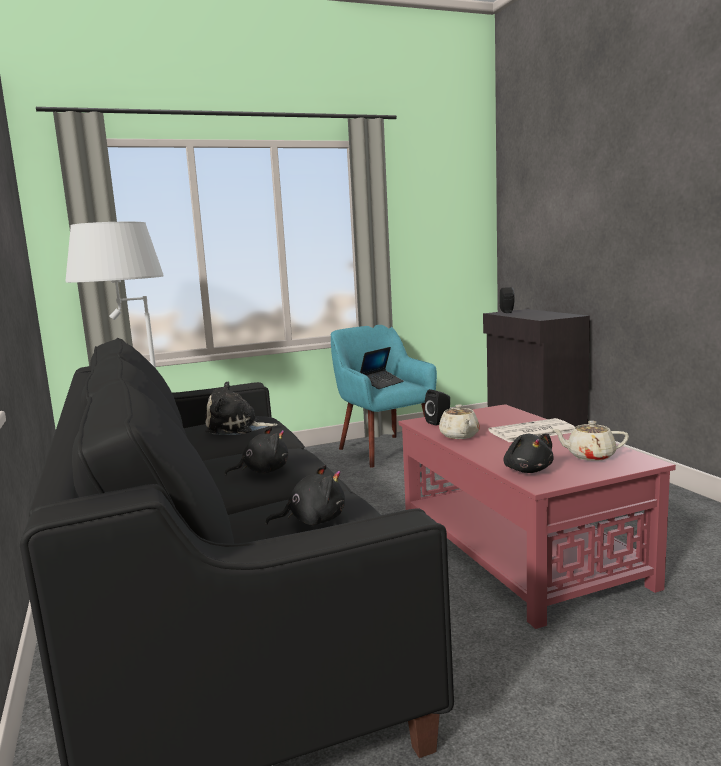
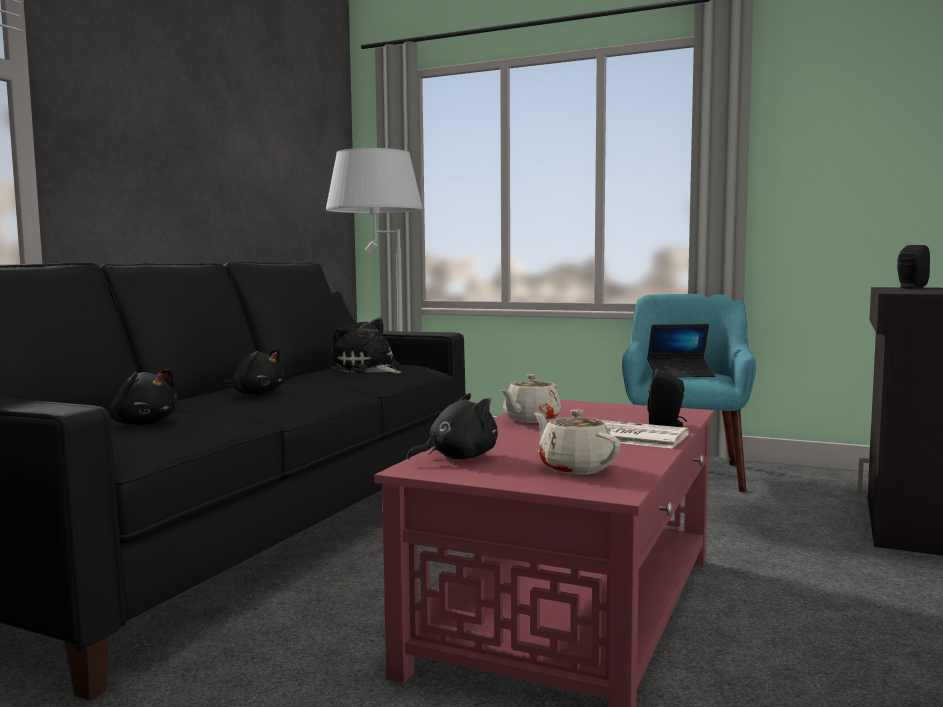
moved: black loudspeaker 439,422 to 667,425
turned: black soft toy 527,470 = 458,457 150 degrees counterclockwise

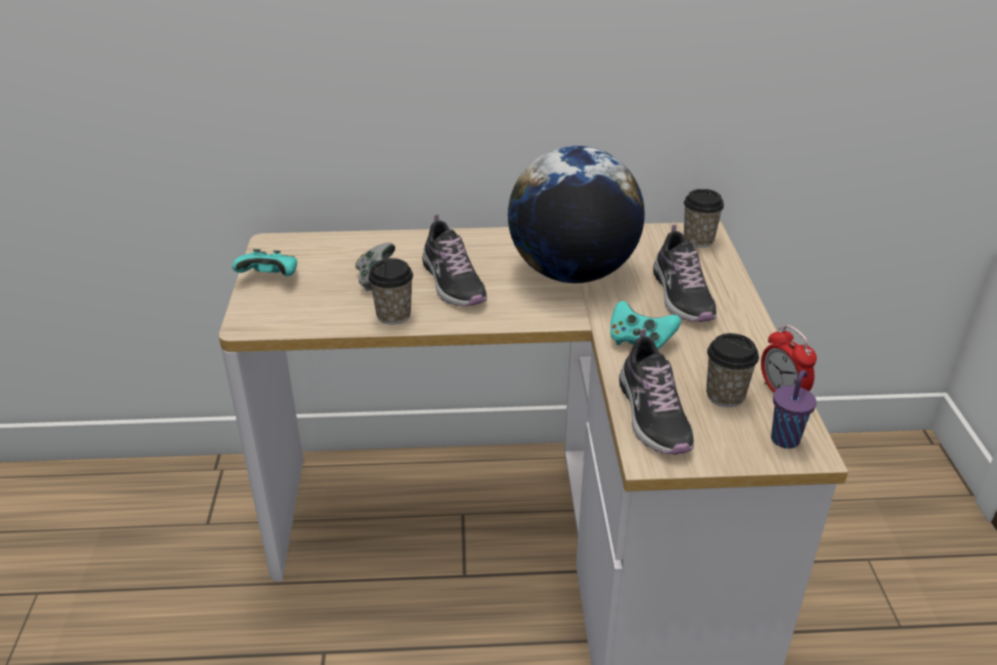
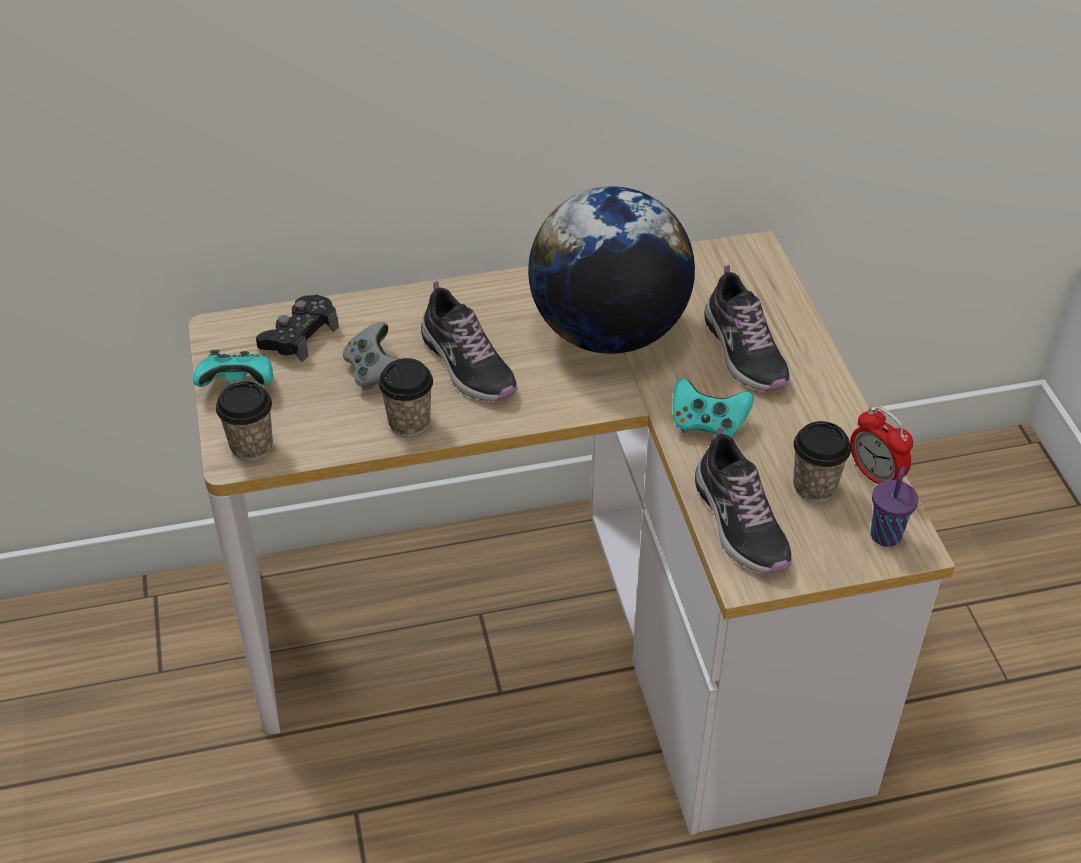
added: black game controller 299,335
moved: cup 698,240 to 251,446

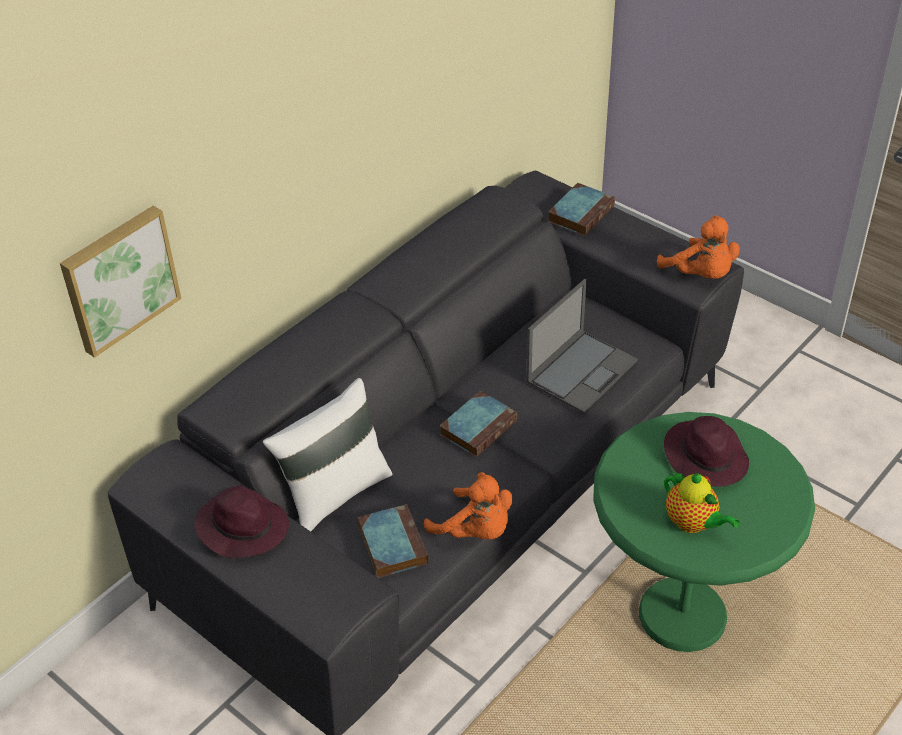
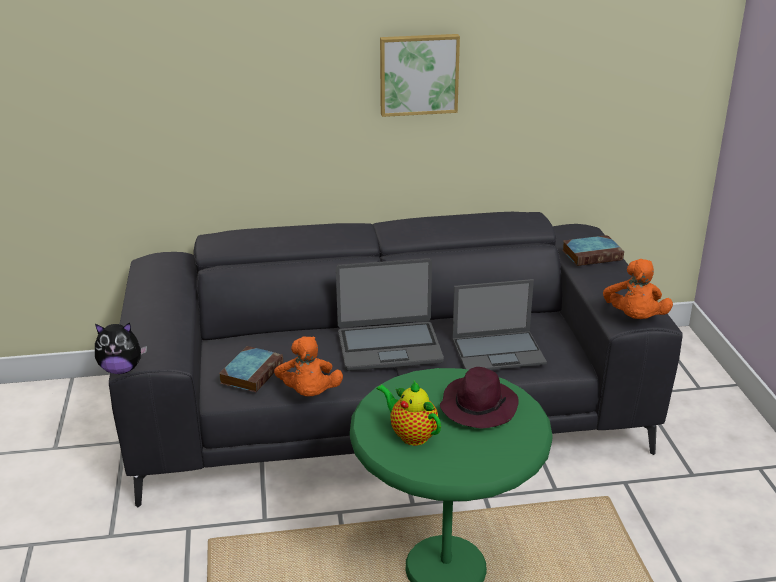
removed: white throw pillow 334,493; purplish clothing hat 241,527
added: soft toy 121,369
moved: wall picture 119,279 to 418,74
replaced: volume 479,427 to portable computer 389,346
turned: pot for tea 693,523 = 411,435 135 degrees clockwise

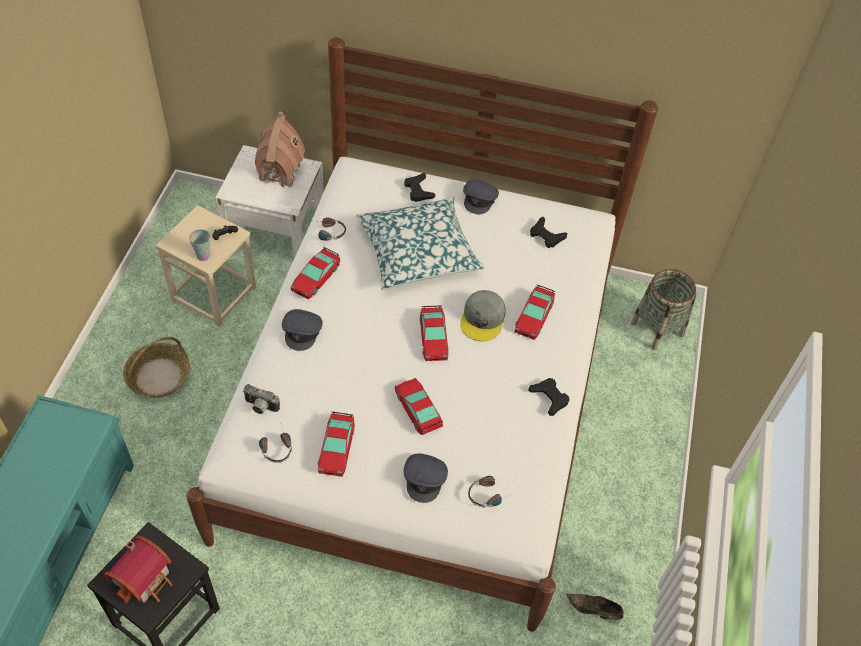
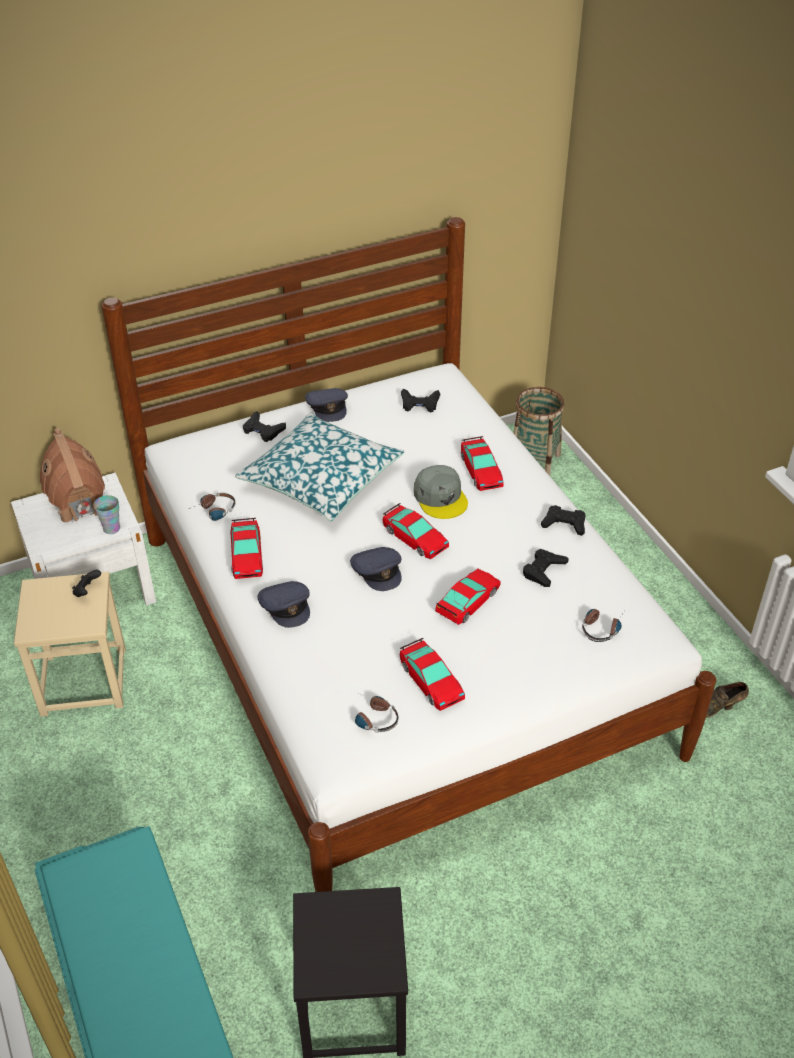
removed: storage basket 159,376; photo camera 260,407; toy house 145,578
added: black game controller 543,570
moved: cup 203,255 to 111,528; gray cap 425,479 to 378,571
turned: toy car 418,409 = 468,601 105 degrees clockwise

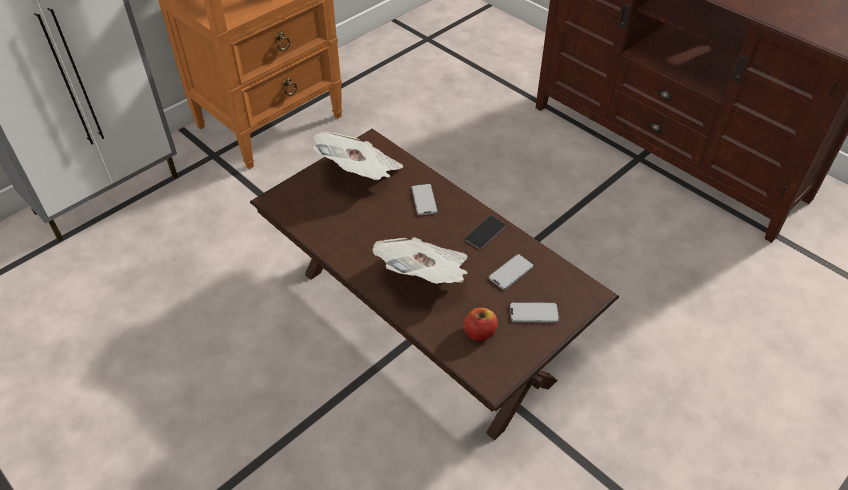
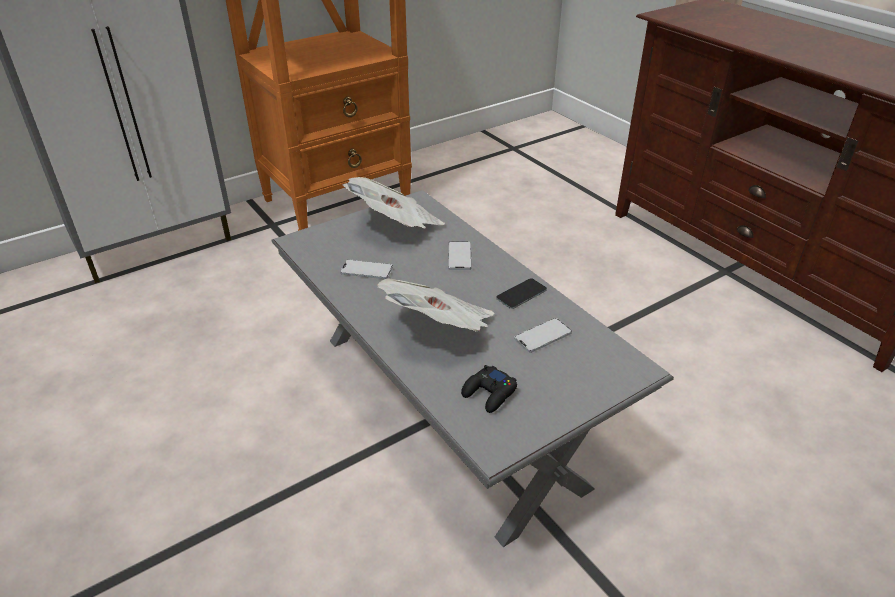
moved: phone 534,313 to 366,270
replaced: whole apple 479,332 to black game controller 489,393
recoloured: brown-coloured lounge table 424,324 to gray lounge table 448,407

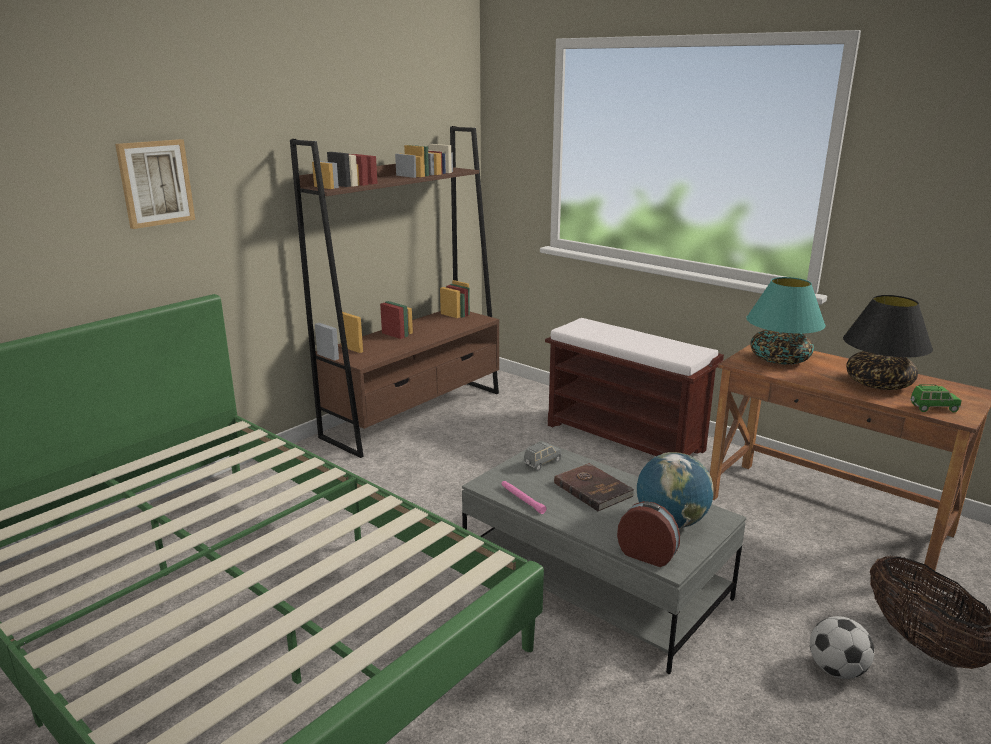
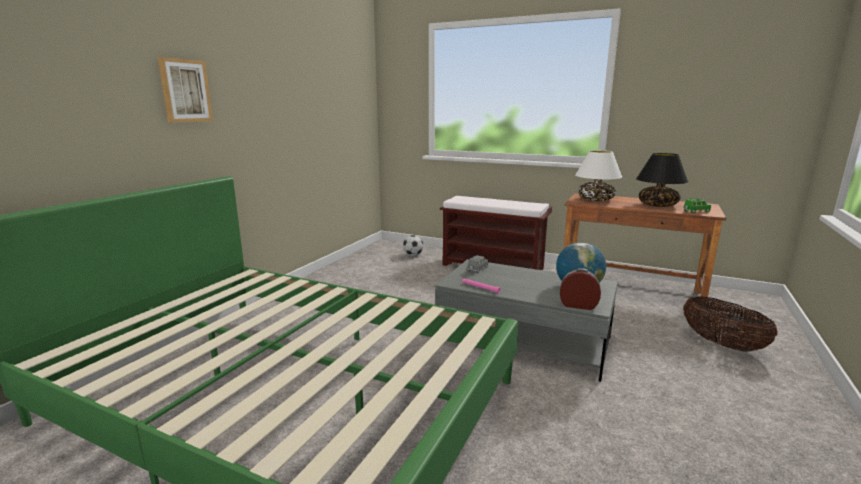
removed: brown-coloured bookshelf 415,414; brown-coloured volume 593,489
moved: ball for football 836,670 to 413,255
recoloured: turquoise-coloured table lamp 779,359 to white table lamp 595,199

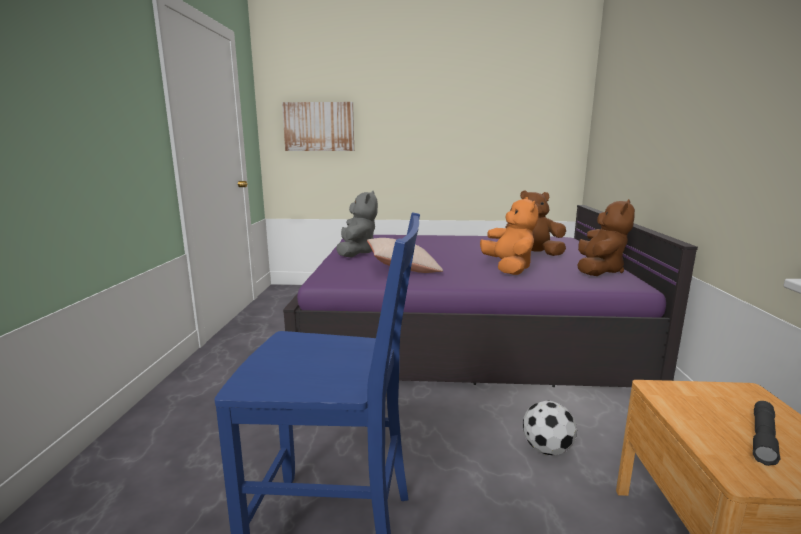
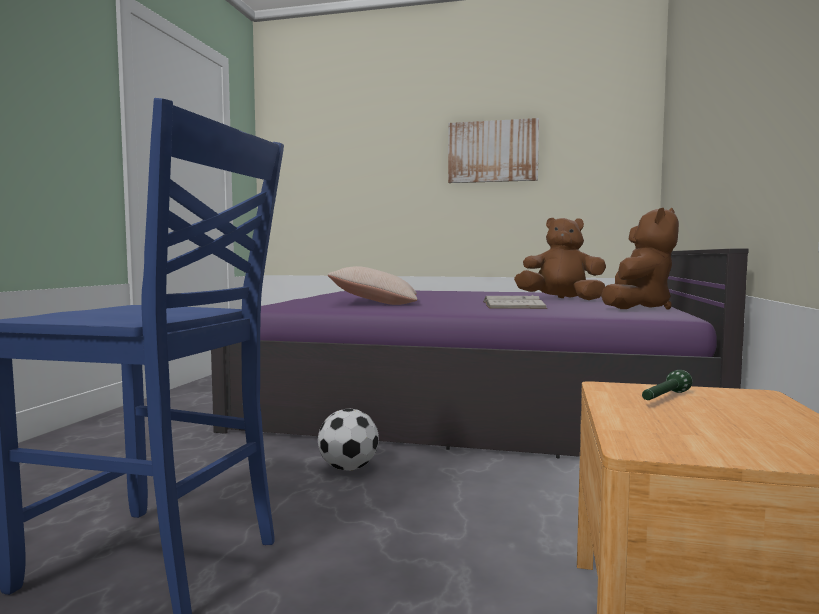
removed: gray soft toy 356,253; gray hand torch 763,438
added: green-coloured hand torch 664,398
moved: wall picture 319,127 to 493,151; ball for football 547,448 to 349,467
replaced: orangey soft toy 509,268 to white volume 513,305

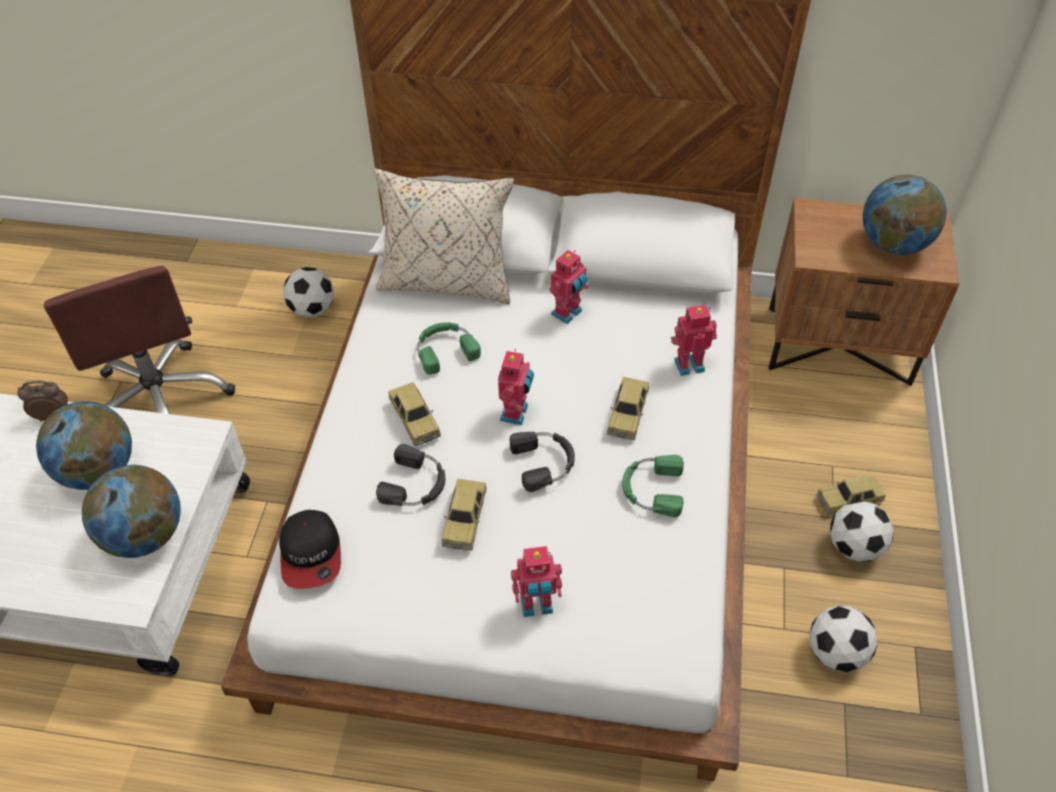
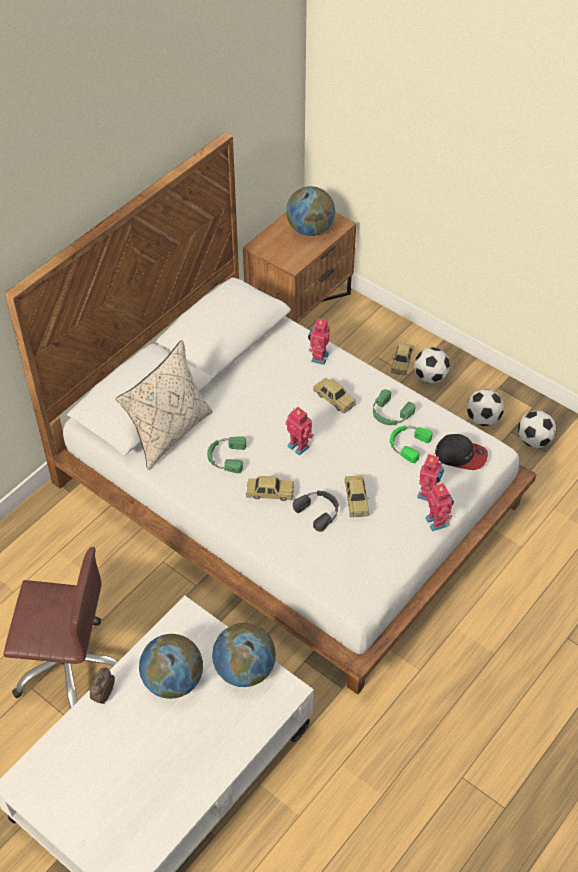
removed: black pair of headphones 544,462
added: green-coloured pair of headphones 407,444
moved: toy robot 568,313 to 437,521; ball for football 312,309 to 534,440; cap 311,554 to 461,455
turned: toy car 465,518 = 356,499 45 degrees clockwise

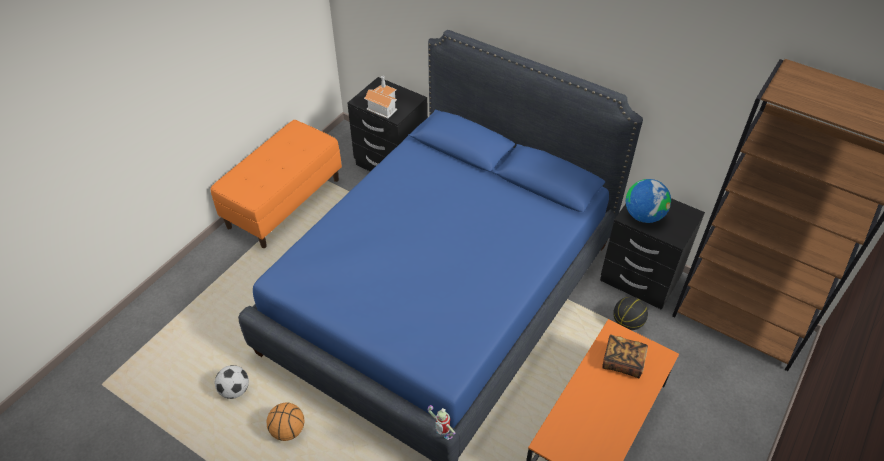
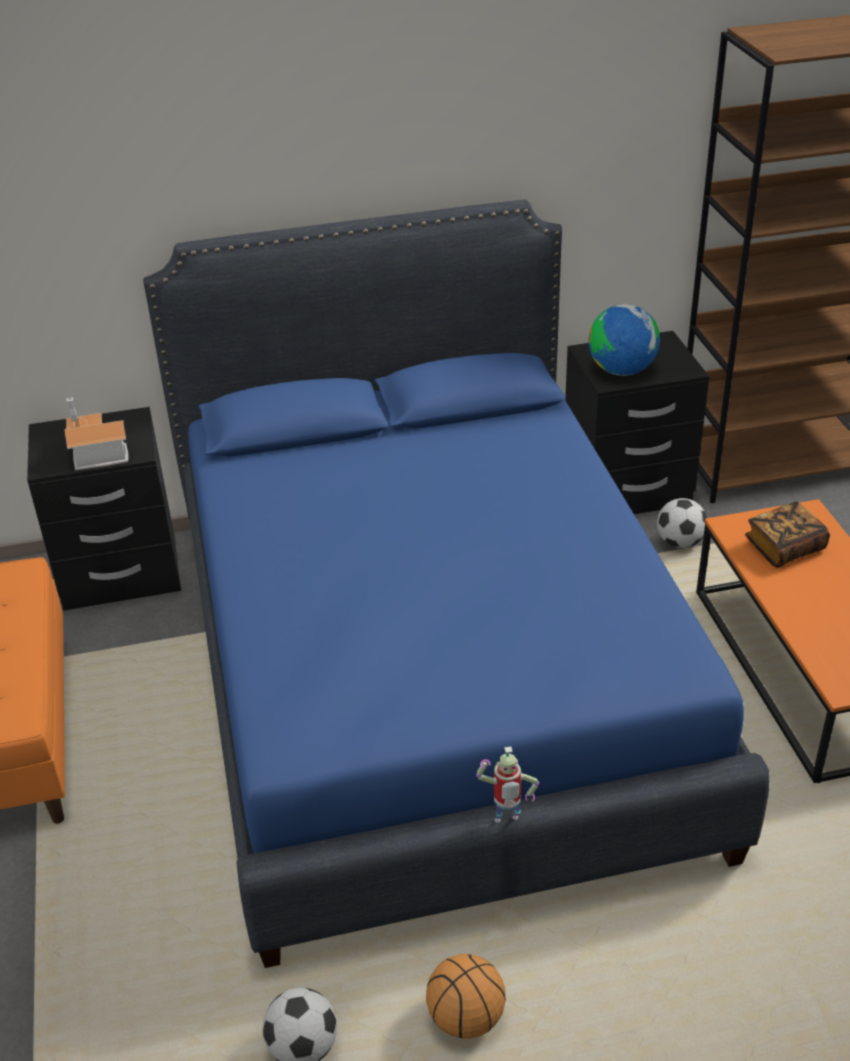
moved: toy robot 442,437 to 506,821
replaced: basketball 627,323 to ball for football 679,542

